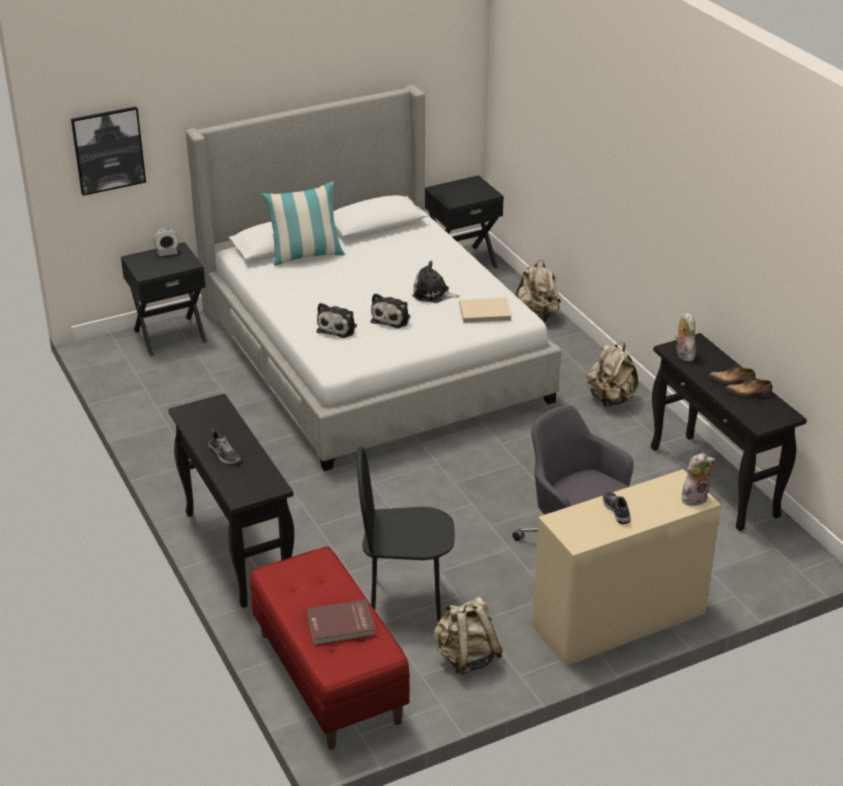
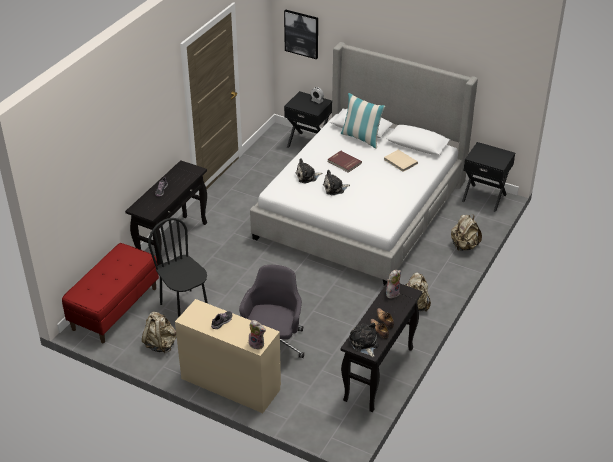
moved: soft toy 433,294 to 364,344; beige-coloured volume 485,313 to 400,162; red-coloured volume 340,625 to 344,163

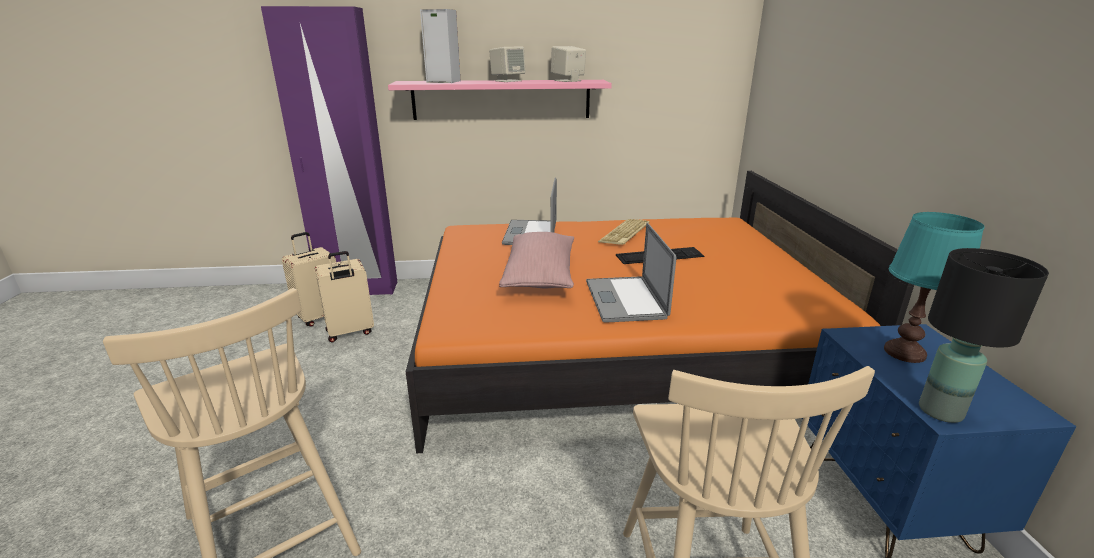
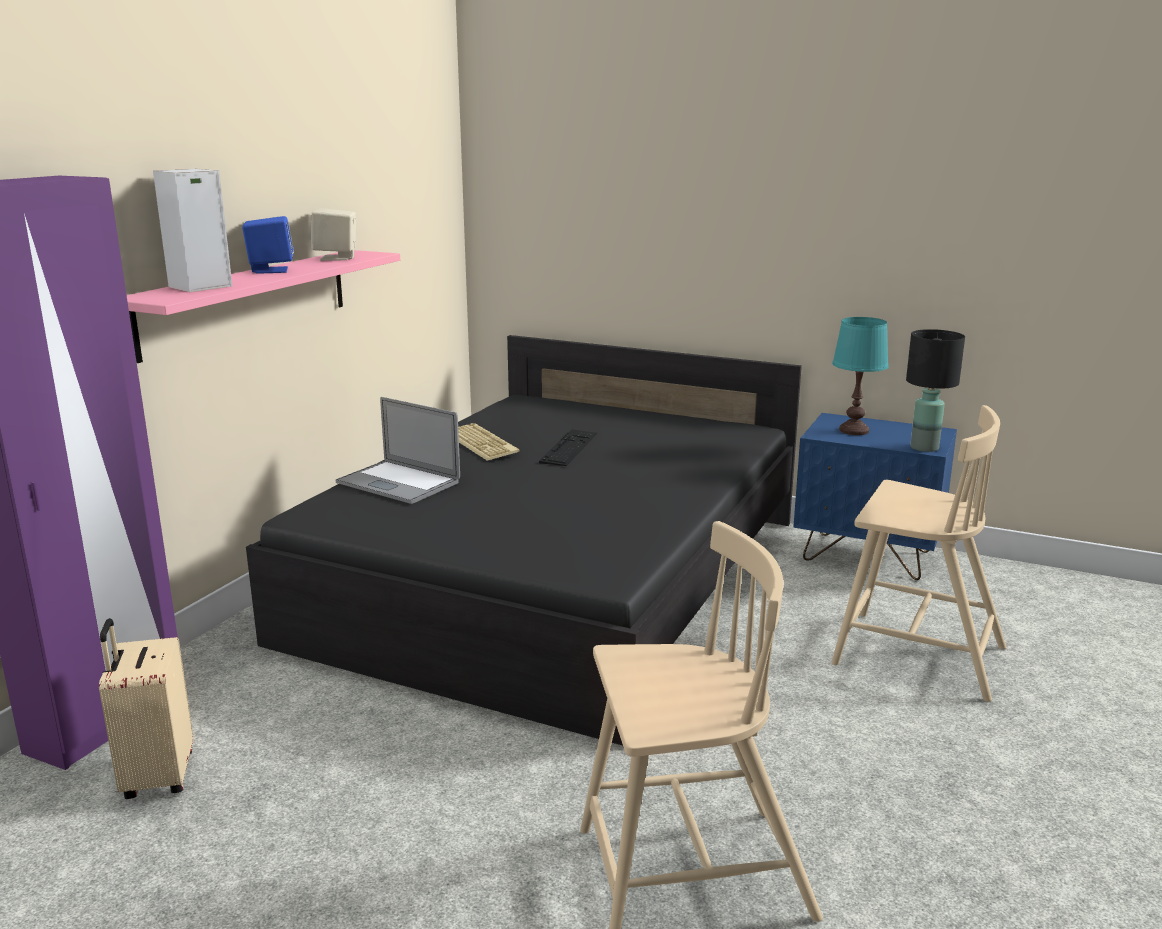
removed: portable computer 625,299; pink throw pillow 540,276; beige-coloured travel case 350,332
recoloured: beige-coloured loudspeaker 507,81 to blue loudspeaker 271,270; orangey bedroom bed 615,345 to black bedroom bed 556,577

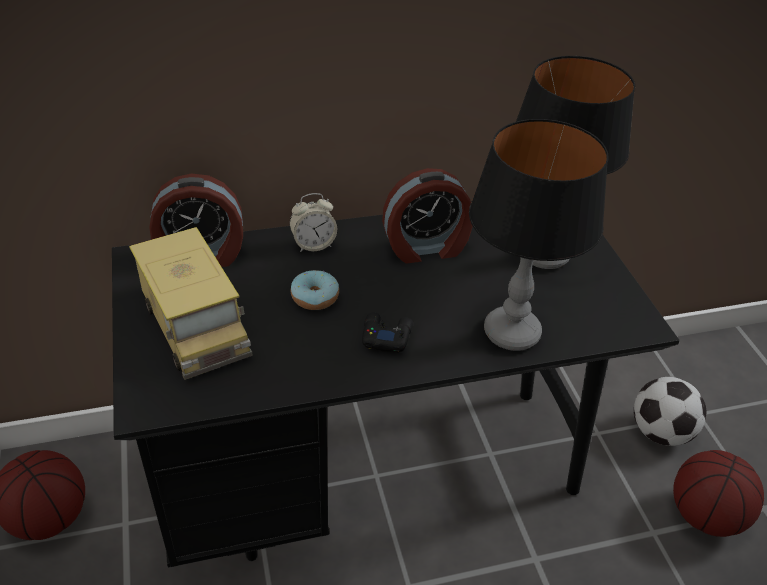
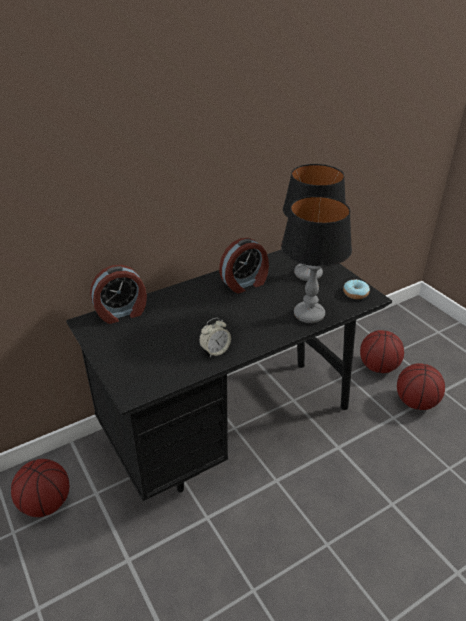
removed: toy truck 195,325; black game controller 386,336
moved: alarm clock 313,244 to 215,351; ring doughnut 315,297 to 355,293
replaced: ball for football 659,432 to basketball 378,366

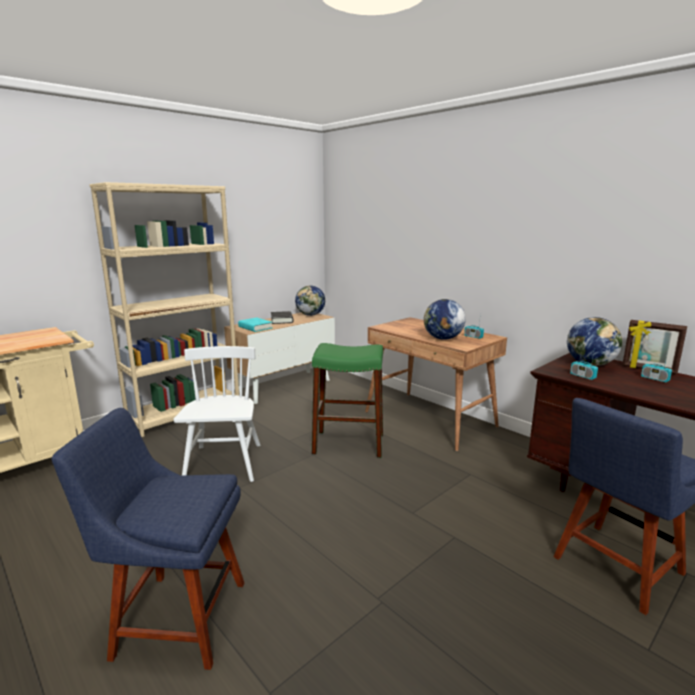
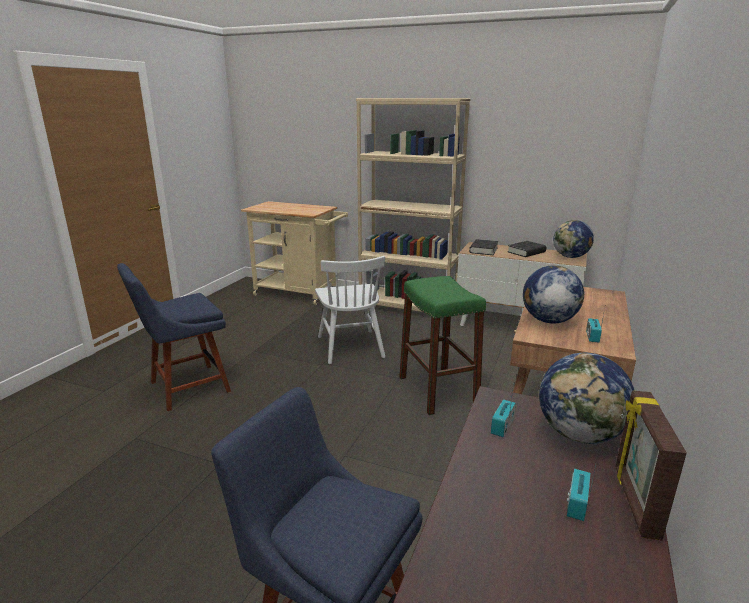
recoloured: turquoise-coloured volume 255,327 to black volume 483,250
turned: white plain chair 224,463 = 350,346 105 degrees clockwise; blue plain chair 174,617 = 185,388 105 degrees counterclockwise

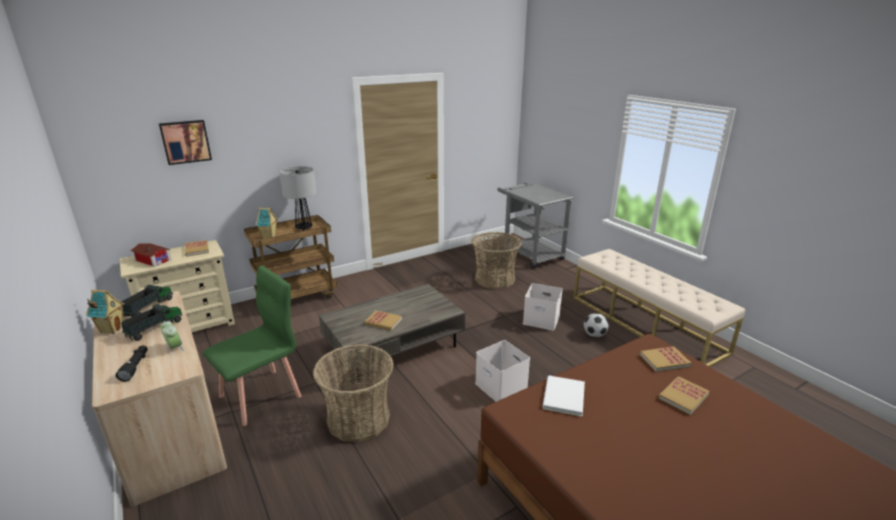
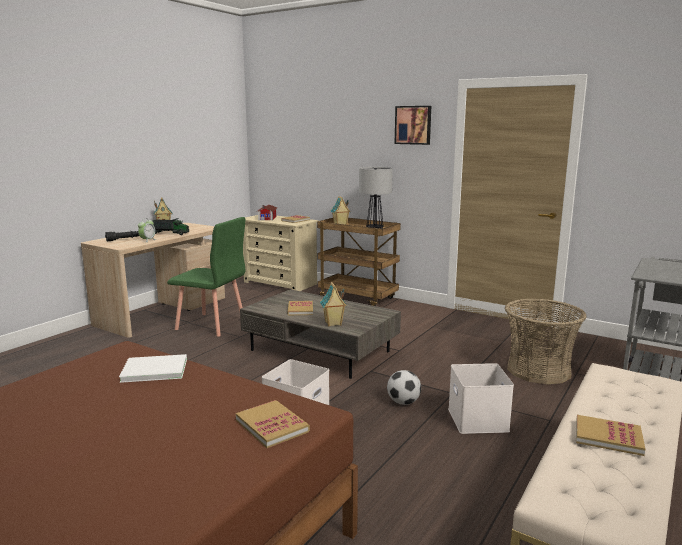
removed: toy truck 149,307; storage basket 358,419
added: toy house 333,324
moved: wall picture 185,141 to 413,125; ball for football 594,335 to 403,402; volume 683,397 to 608,437

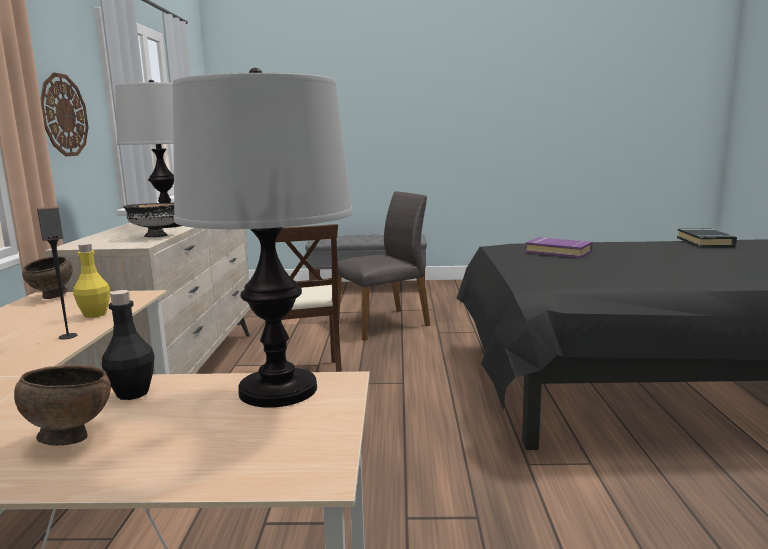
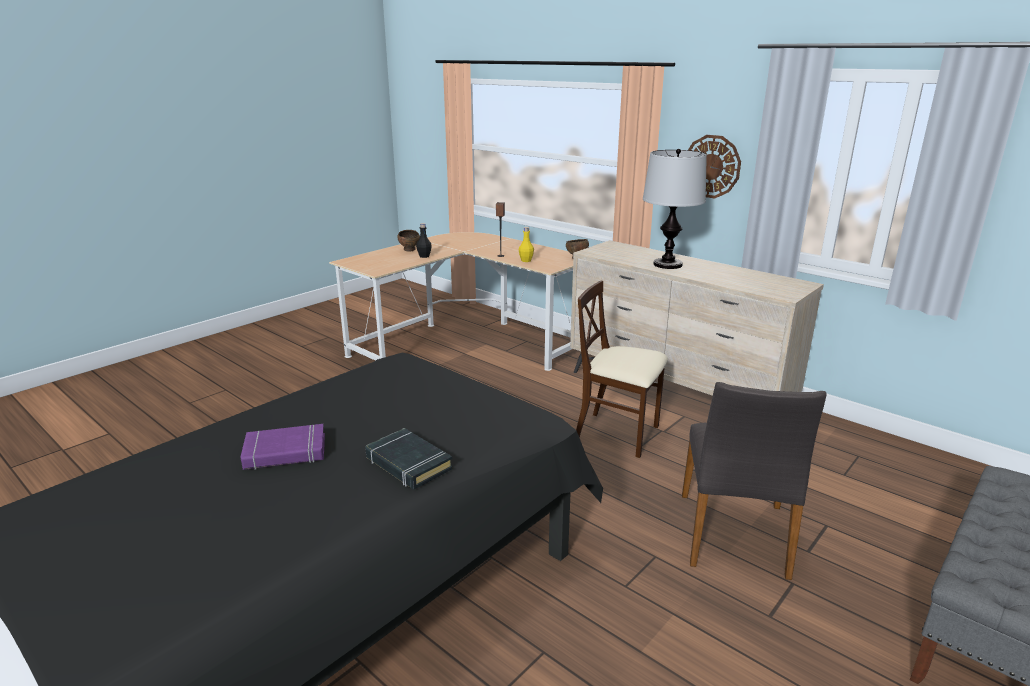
removed: table lamp 279,389; black deep dish 156,236
moved: black volume 705,242 to 408,464; purplish volume 558,252 to 285,452

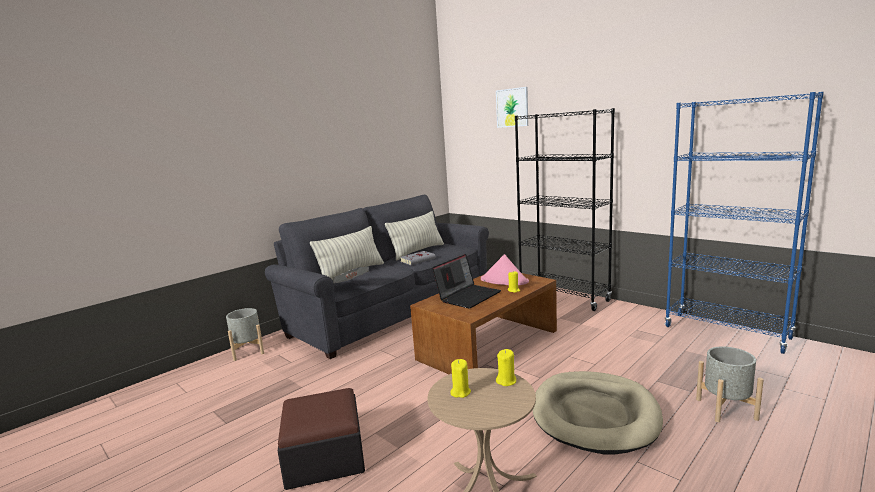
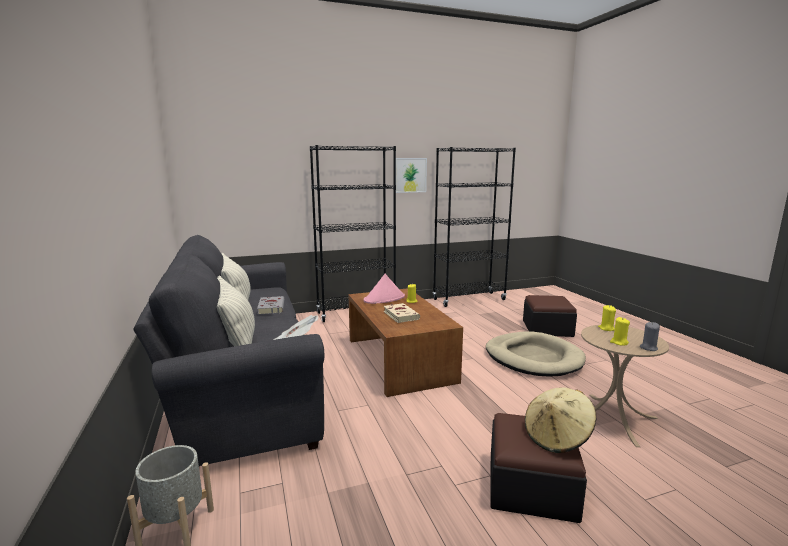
added: gray wax light 648,348; beige-coloured clothing hat 557,437
moved: wall picture 512,107 to 410,175
replaced: portable computer 468,296 to beige-coloured volume 400,315; gray planter 726,409 to pouffe 547,328
recoloured: blue bookshelf 726,332 to black bookshelf 469,299

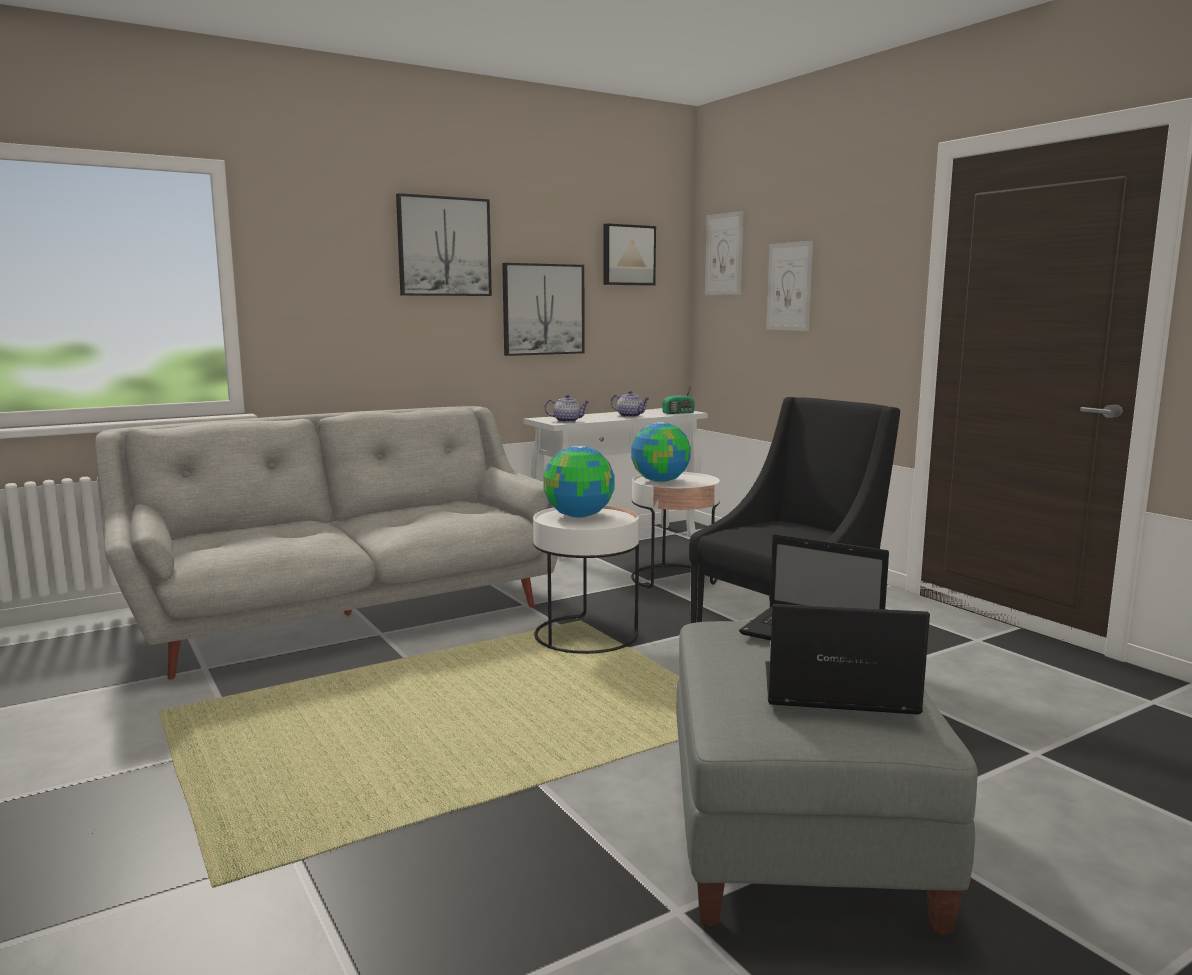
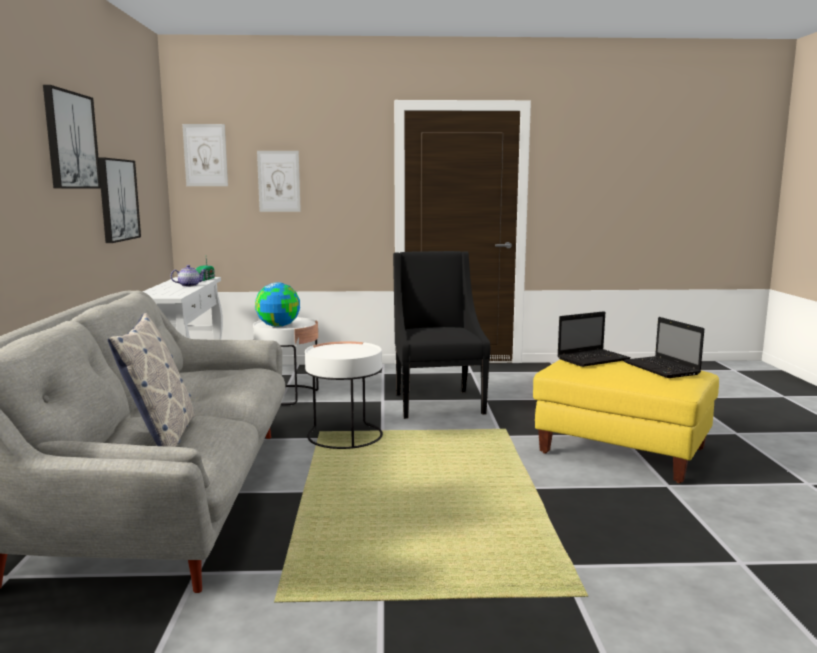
removed: wall picture 628,255; pot for tea 567,421; globe 579,516
added: throw pillow 161,438
recoloured: gray pouffe 797,836 to yellow-coloured pouffe 622,450
turned: portable computer 835,692 = 662,369 60 degrees counterclockwise

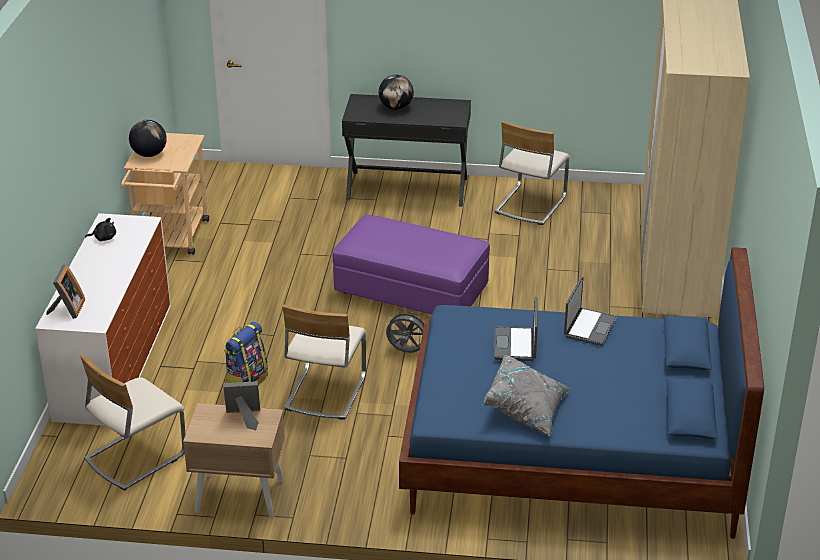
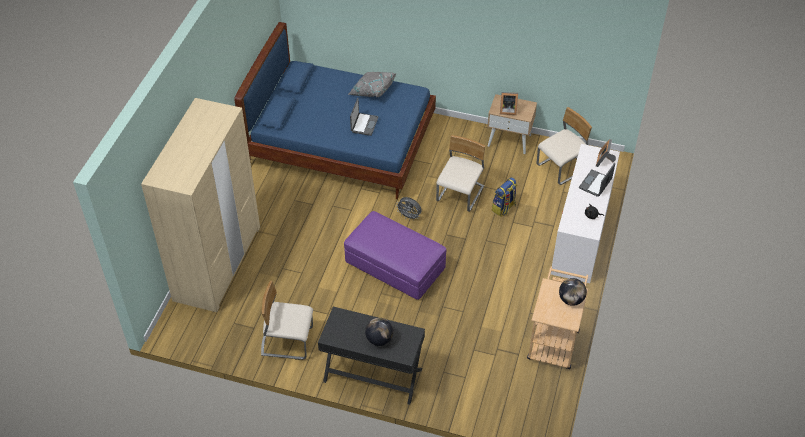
moved: portable computer 589,327 to 596,184
turned: beige-coloured plain chair 529,205 = 287,341 120 degrees counterclockwise

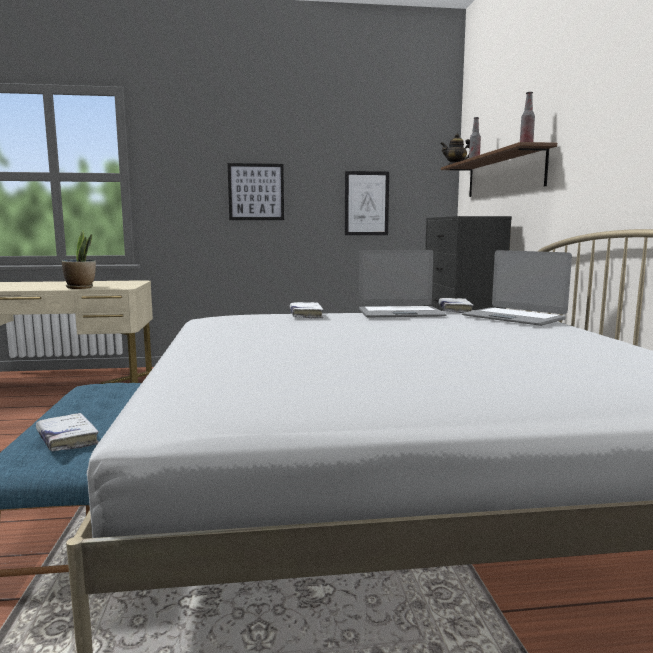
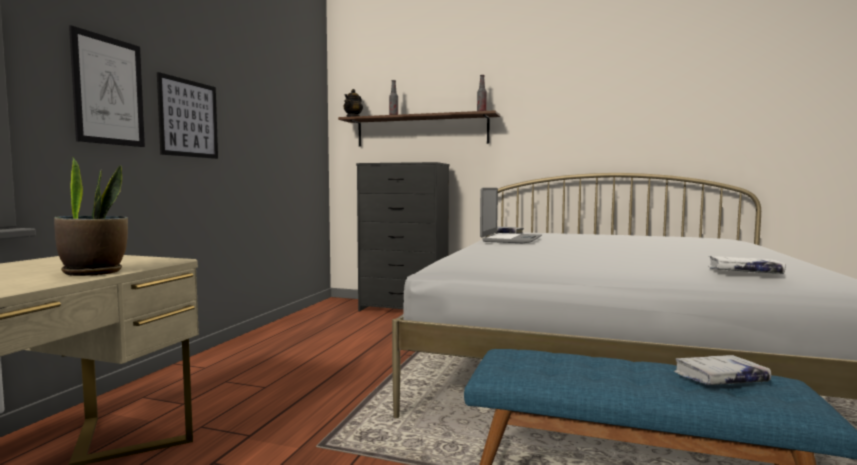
removed: portable computer 513,318
moved: wall picture 366,203 to 108,91; white volume 306,315 to 744,272

